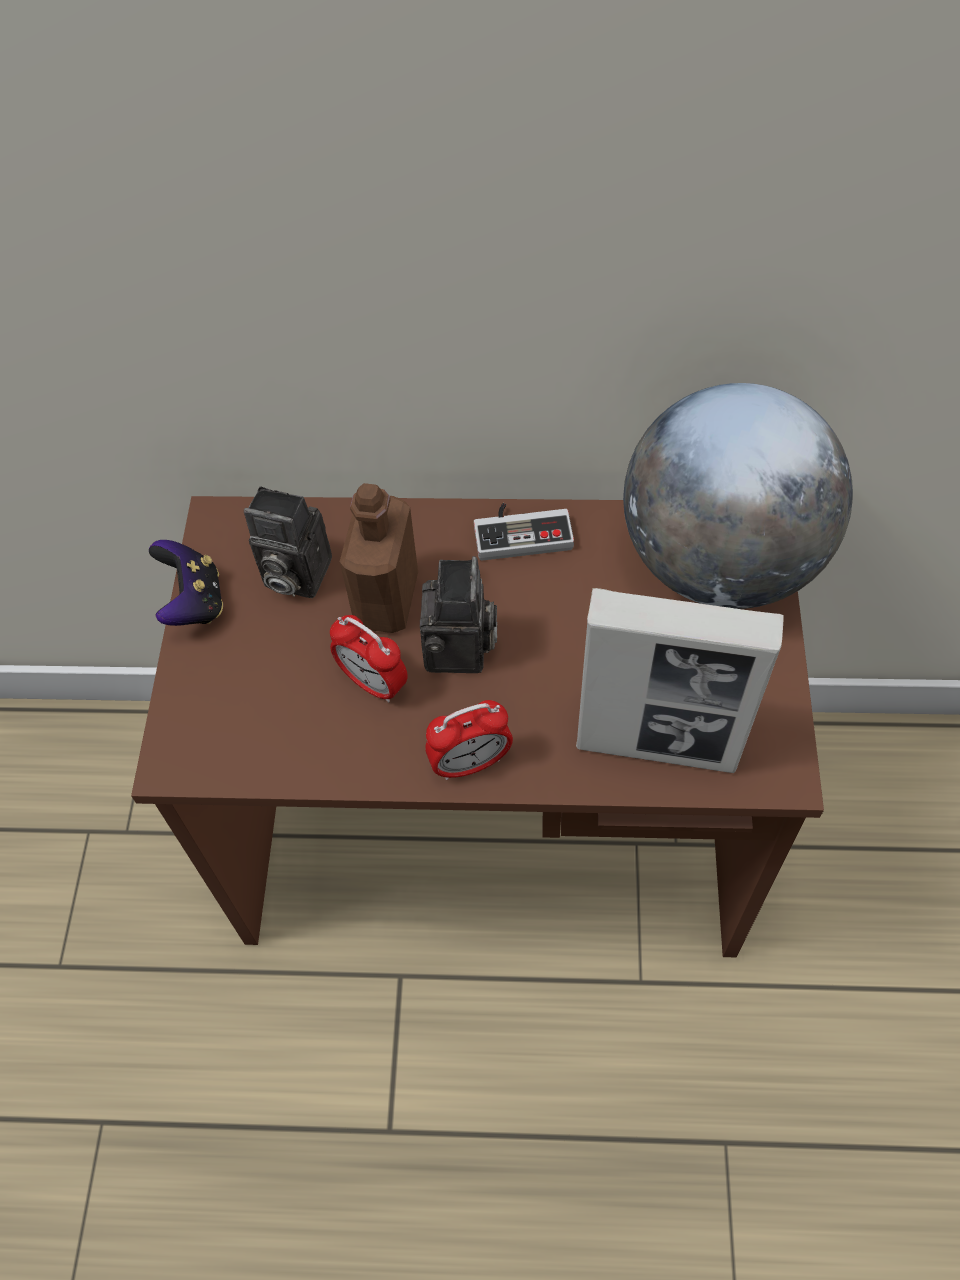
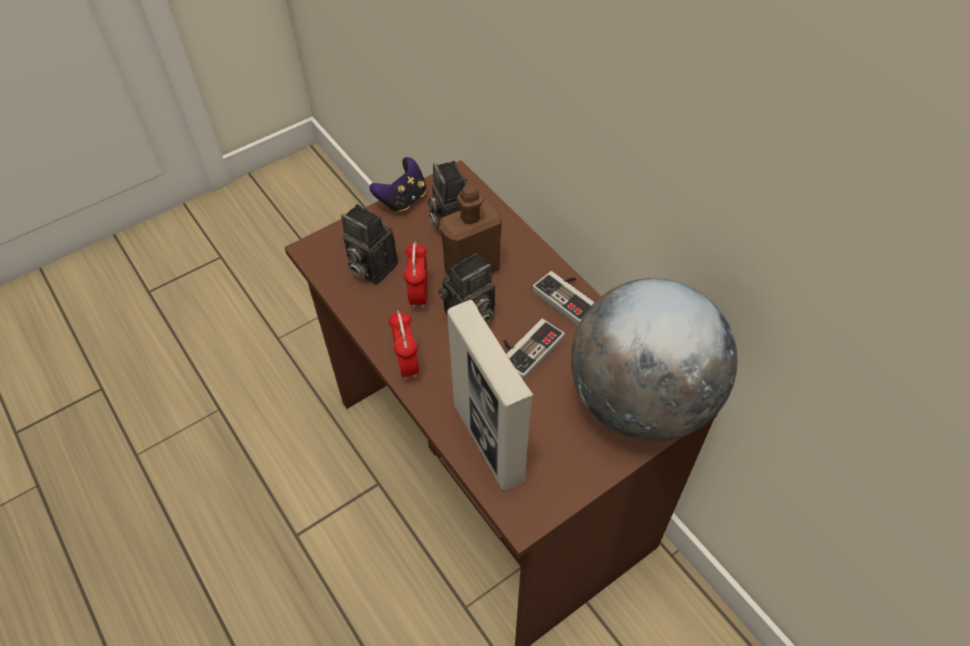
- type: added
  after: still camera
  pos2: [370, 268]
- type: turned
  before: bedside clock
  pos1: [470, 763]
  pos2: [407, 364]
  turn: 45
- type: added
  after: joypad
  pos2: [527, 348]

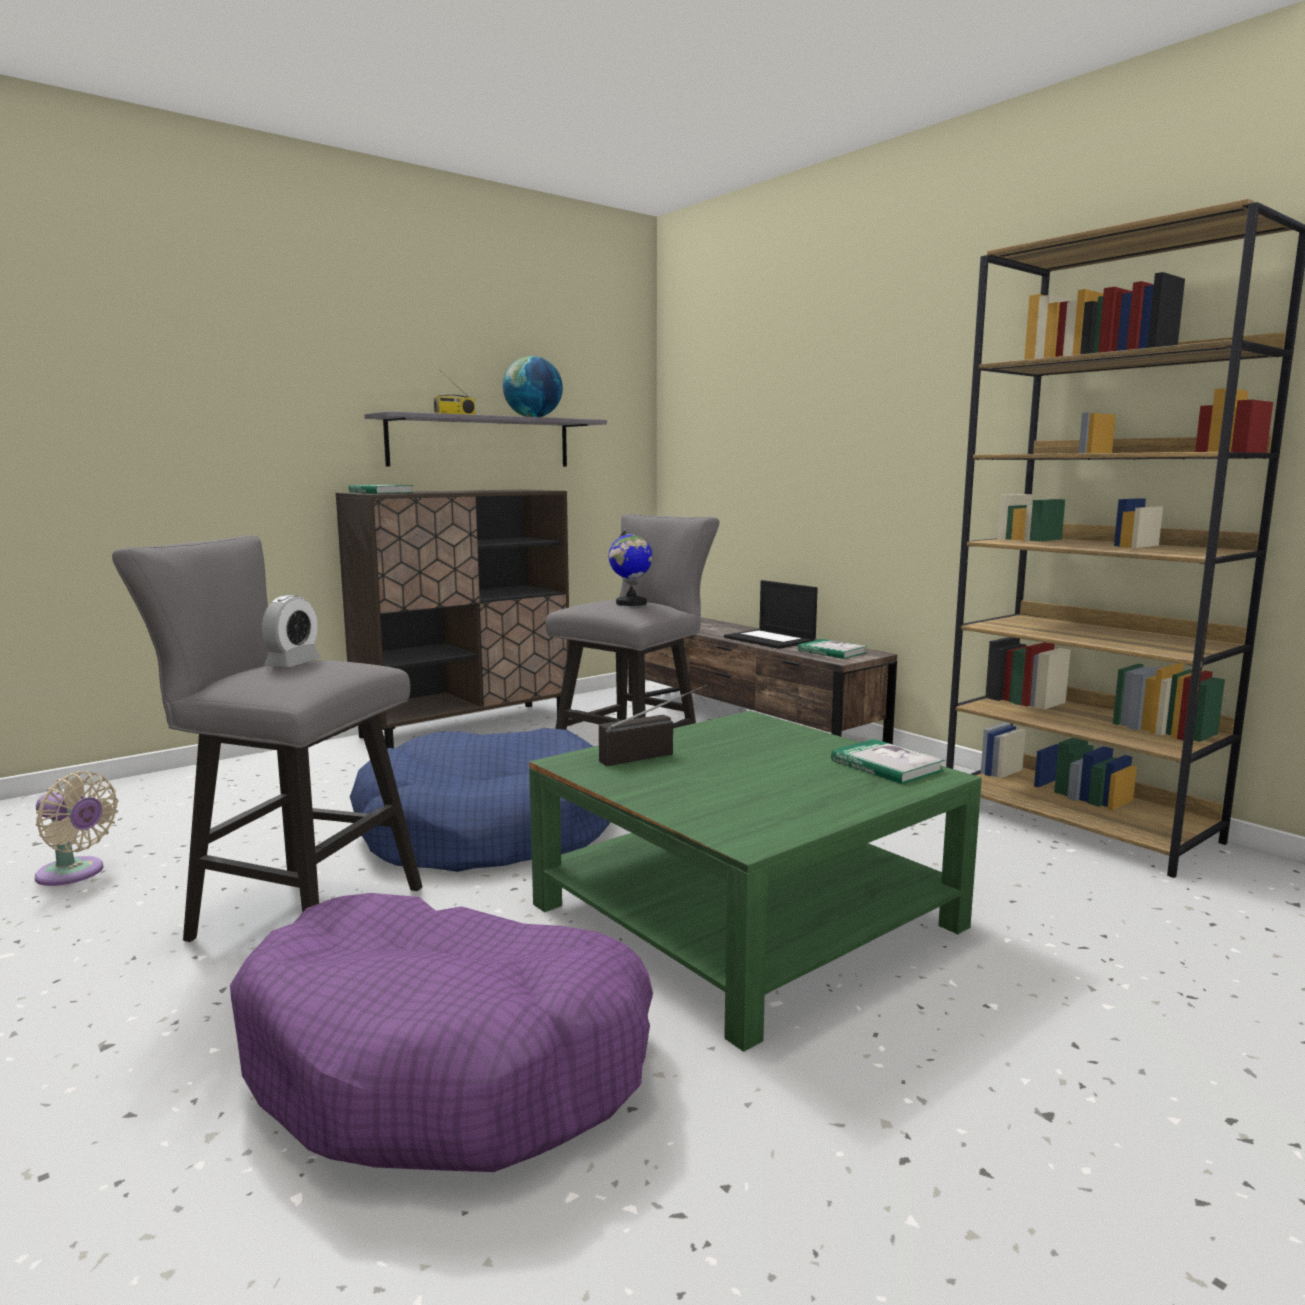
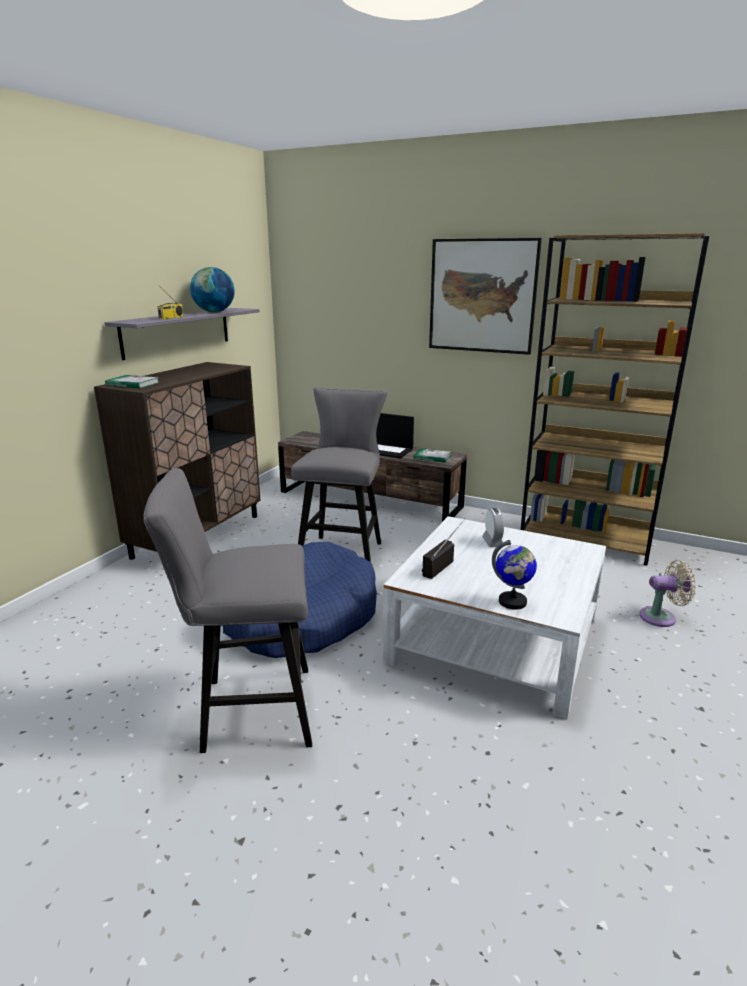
- type: recoloured
  before: green-coloured lounge table
  after: white lounge table
  pos1: [746, 915]
  pos2: [495, 638]
- type: added
  after: picture
  pos2: [482, 296]
- type: moved
  before: bedside clock
  pos1: [293, 663]
  pos2: [493, 542]
- type: moved
  before: world globe
  pos1: [631, 603]
  pos2: [512, 602]
- type: moved
  before: beige cooling fan
  pos1: [74, 874]
  pos2: [661, 617]
- type: removed
  before: purple pet bed
  pos1: [448, 1063]
- type: removed
  before: book
  pos1: [886, 766]

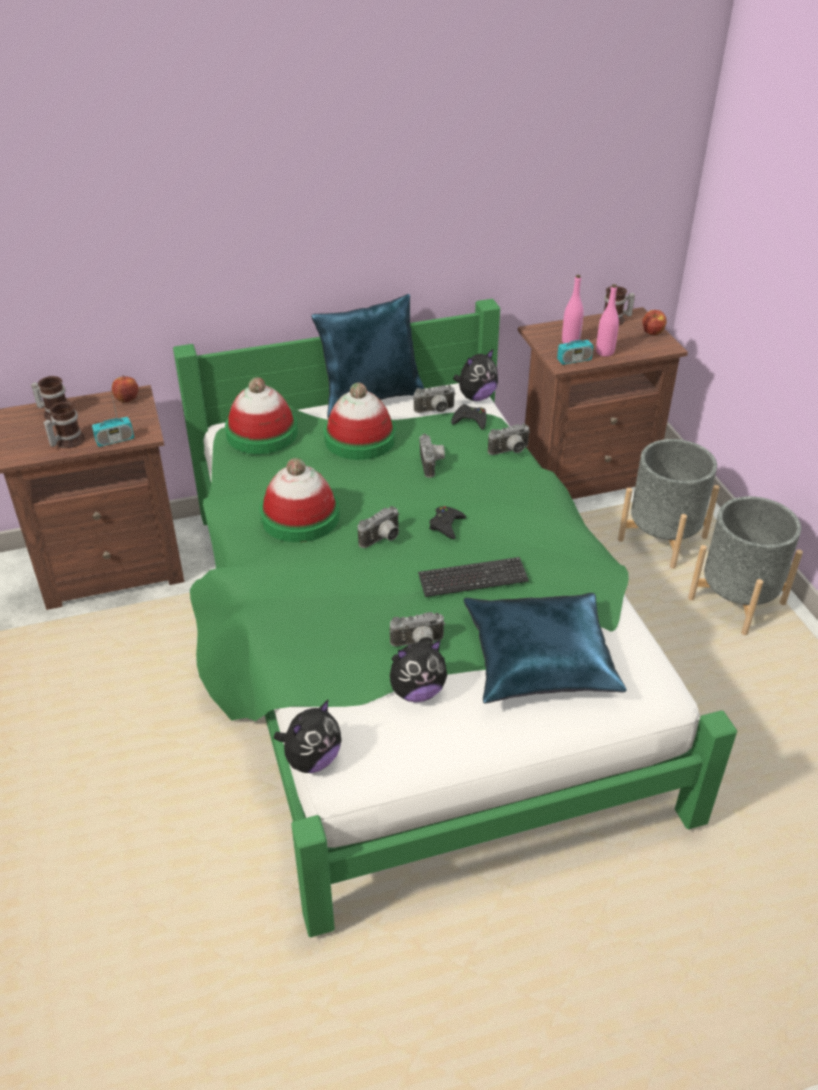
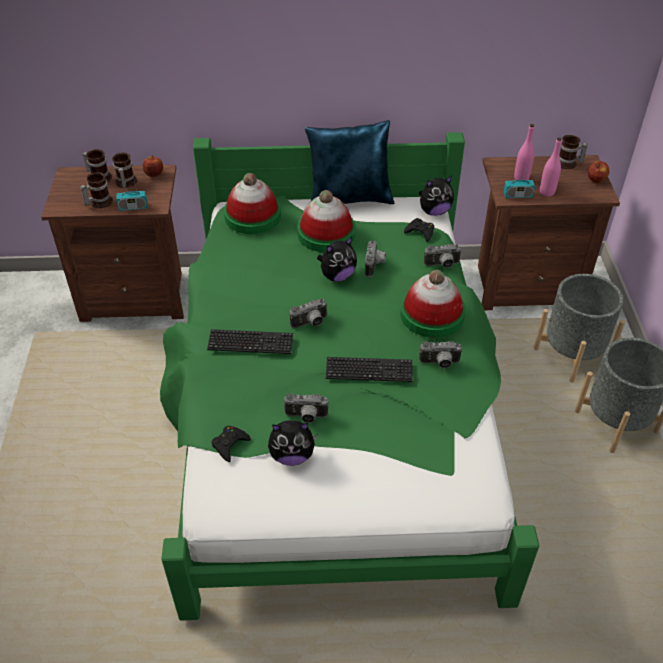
- type: added
  after: tea mug
  pos2: [125, 183]
- type: added
  after: keyboard
  pos2: [250, 343]
- type: moved
  before: blackish joypad
  pos1: [446, 525]
  pos2: [229, 445]
- type: moved
  before: soft toy
  pos1: [311, 759]
  pos2: [337, 276]
- type: moved
  before: clothing hat
  pos1: [300, 516]
  pos2: [432, 314]
- type: moved
  before: still camera
  pos1: [435, 411]
  pos2: [440, 364]
- type: removed
  before: bluish pillow
  pos1: [540, 660]

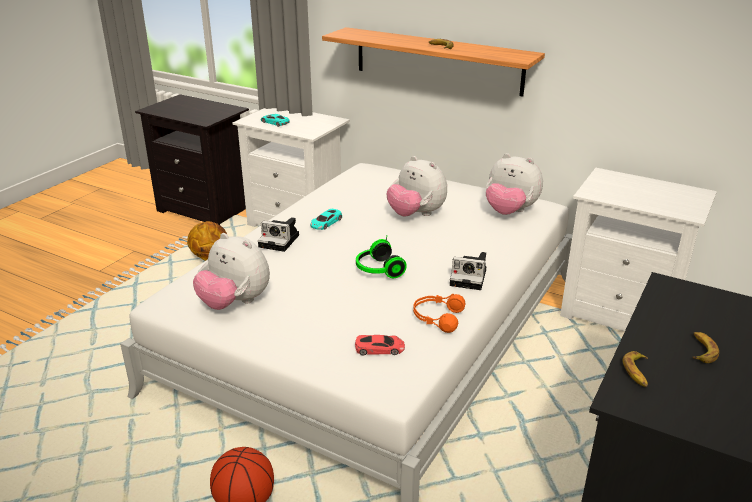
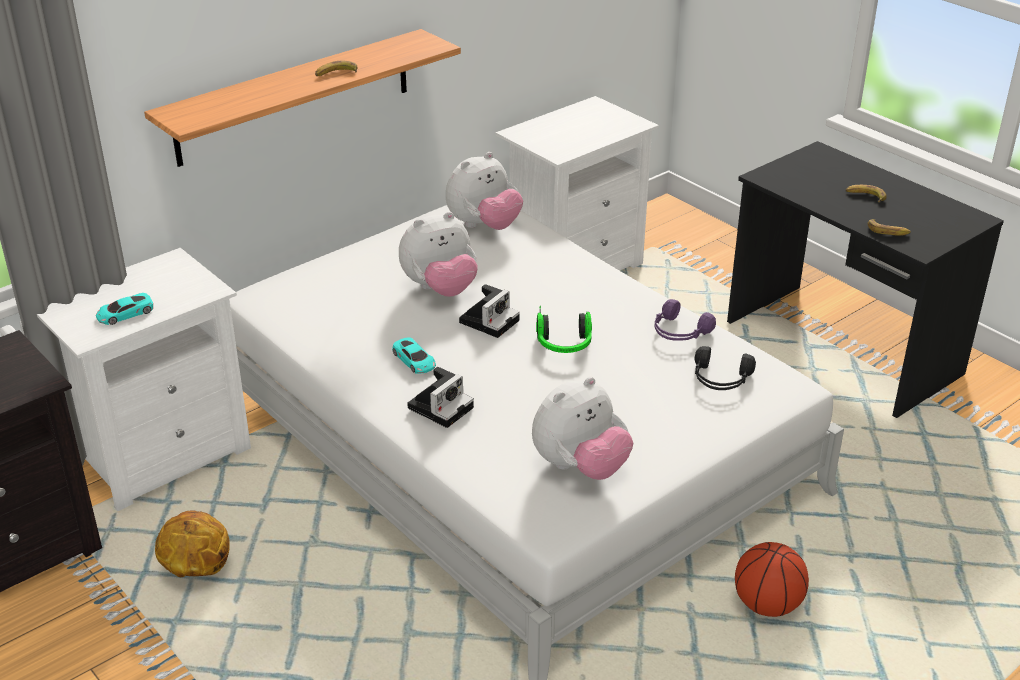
- type: moved
  before: still camera
  pos1: [470, 278]
  pos2: [489, 320]
- type: recoloured
  before: orange-coloured headset
  after: purple headset
  pos1: [437, 318]
  pos2: [679, 332]
- type: replaced
  before: red-coloured miniature car
  after: blackish headset
  pos1: [379, 348]
  pos2: [720, 379]

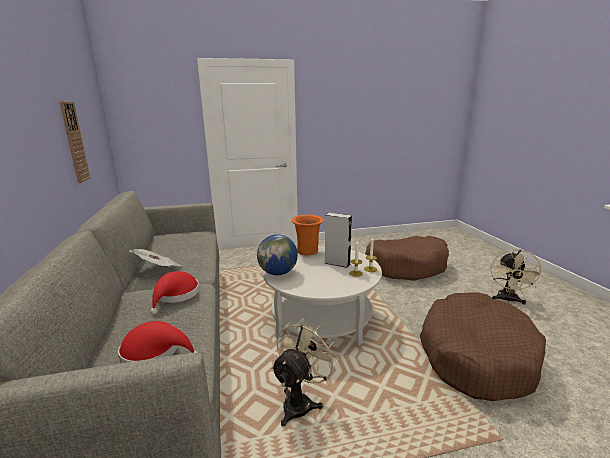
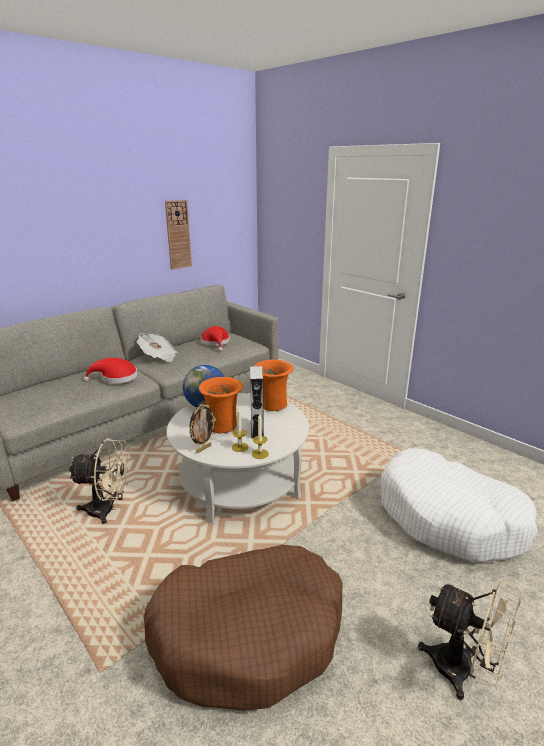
- type: added
  after: standing frame
  pos2: [203, 448]
- type: added
  after: orange-coloured flower vase
  pos2: [223, 427]
- type: moved
  before: red-coloured clothing hat
  pos1: [155, 352]
  pos2: [216, 343]
- type: recoloured
  before: brownish pet bed
  after: white pet bed
  pos1: [406, 266]
  pos2: [449, 517]
- type: turned
  before: beige cooling fan
  pos1: [508, 300]
  pos2: [462, 671]
  turn: -135

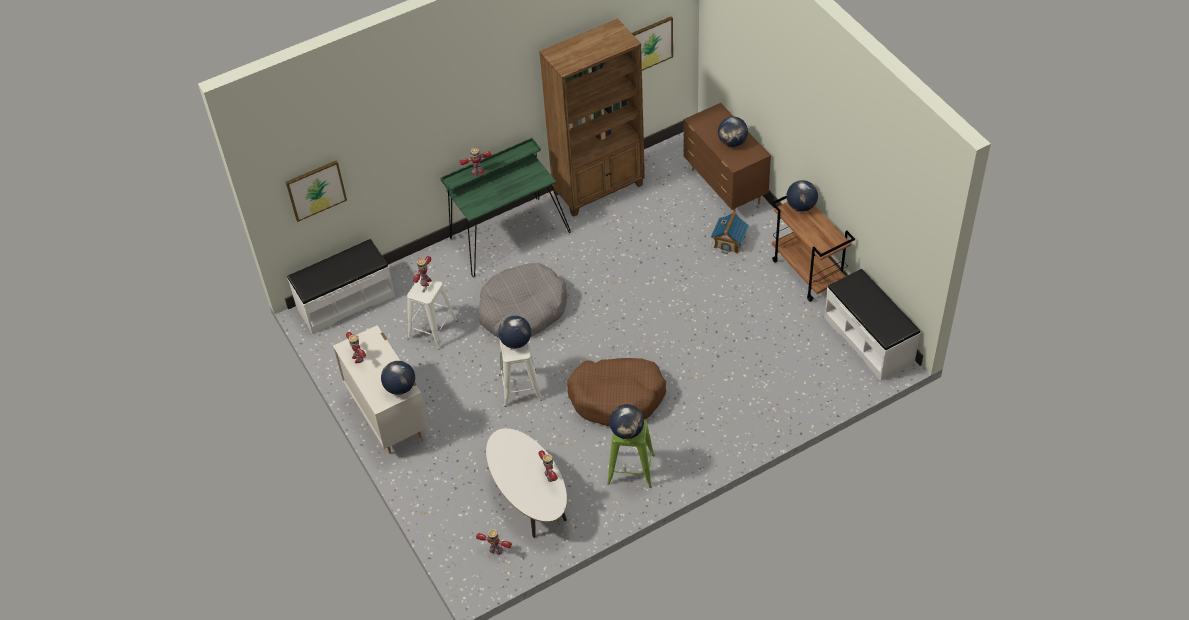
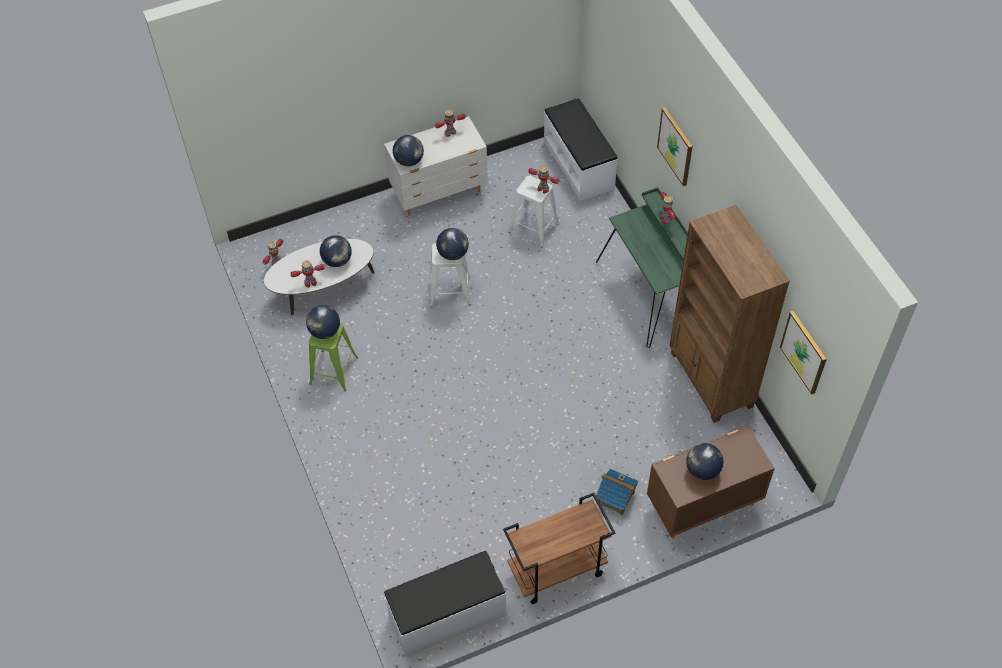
- type: moved
  before: world globe
  pos1: [801, 206]
  pos2: [337, 260]
- type: moved
  before: picture
  pos1: [316, 190]
  pos2: [675, 146]
- type: removed
  before: gray pet bed
  pos1: [522, 310]
- type: removed
  before: brownish pet bed
  pos1: [617, 397]

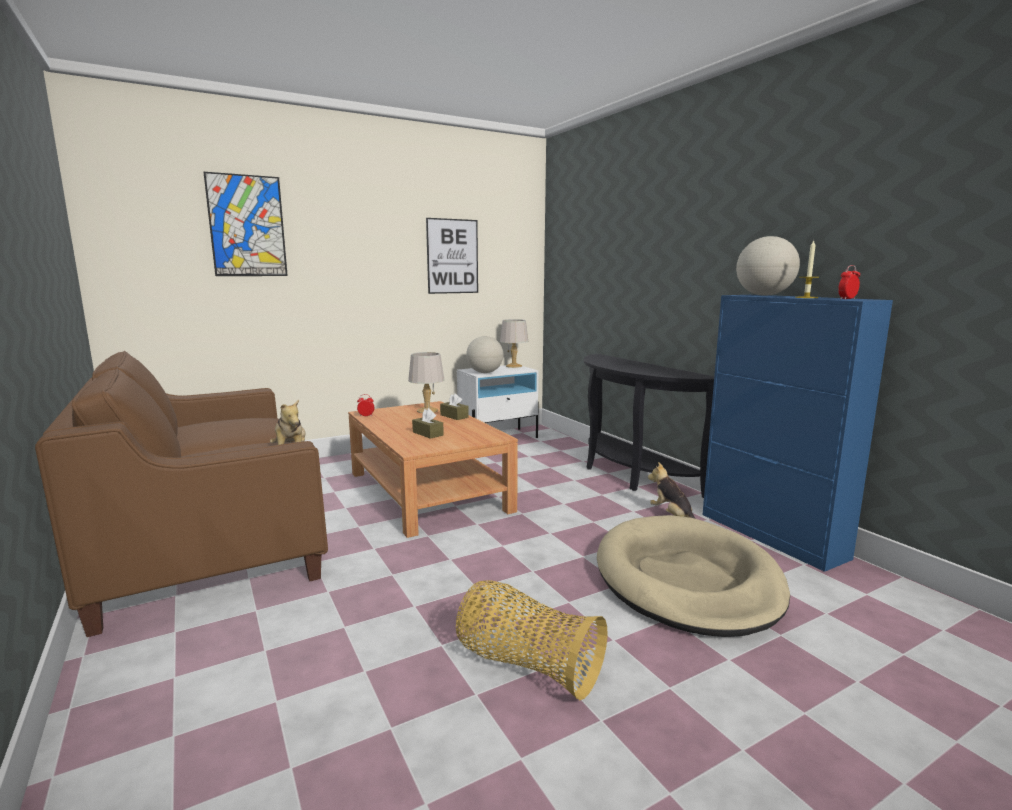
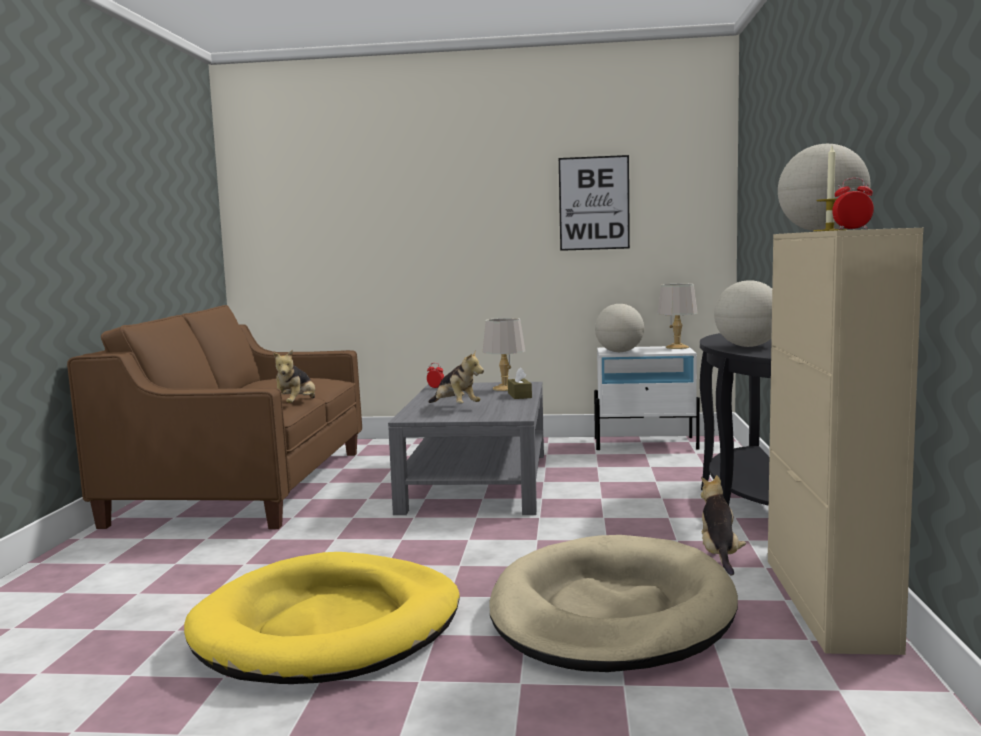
- type: replaced
  before: storage basket
  after: yellowish pet bed
  pos1: [526, 665]
  pos2: [329, 627]
- type: recoloured
  before: brownish lounge table
  after: gray lounge table
  pos1: [427, 491]
  pos2: [476, 481]
- type: replaced
  before: brownish box of tissues
  after: soft toy
  pos1: [428, 433]
  pos2: [455, 407]
- type: added
  after: world globe
  pos2: [748, 346]
- type: recoloured
  before: bluish cabinet
  after: beige cabinet
  pos1: [771, 536]
  pos2: [827, 602]
- type: removed
  before: picture
  pos1: [247, 226]

